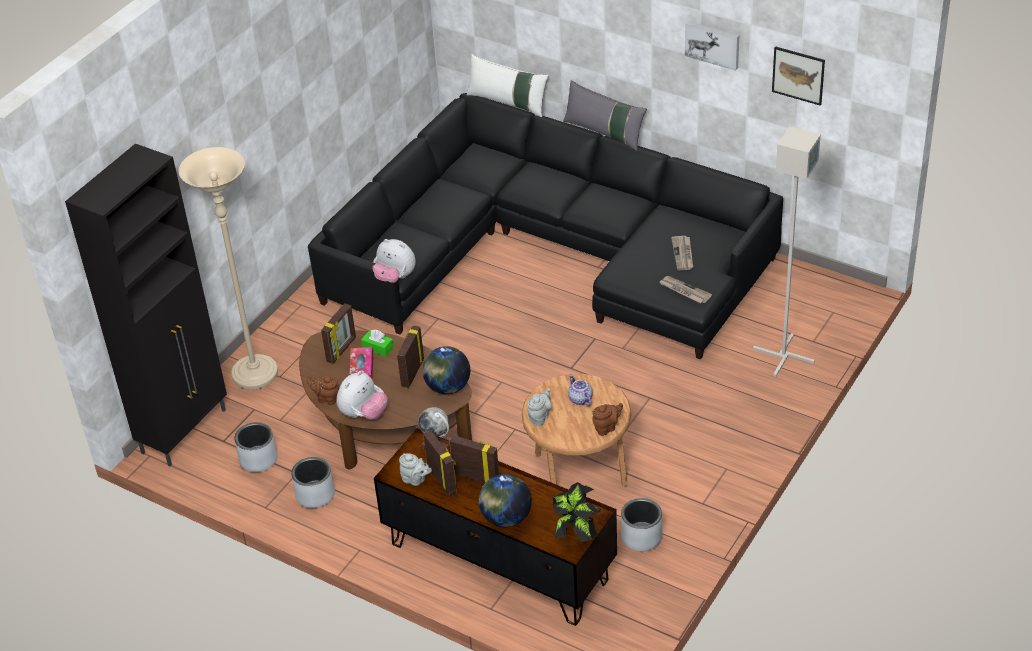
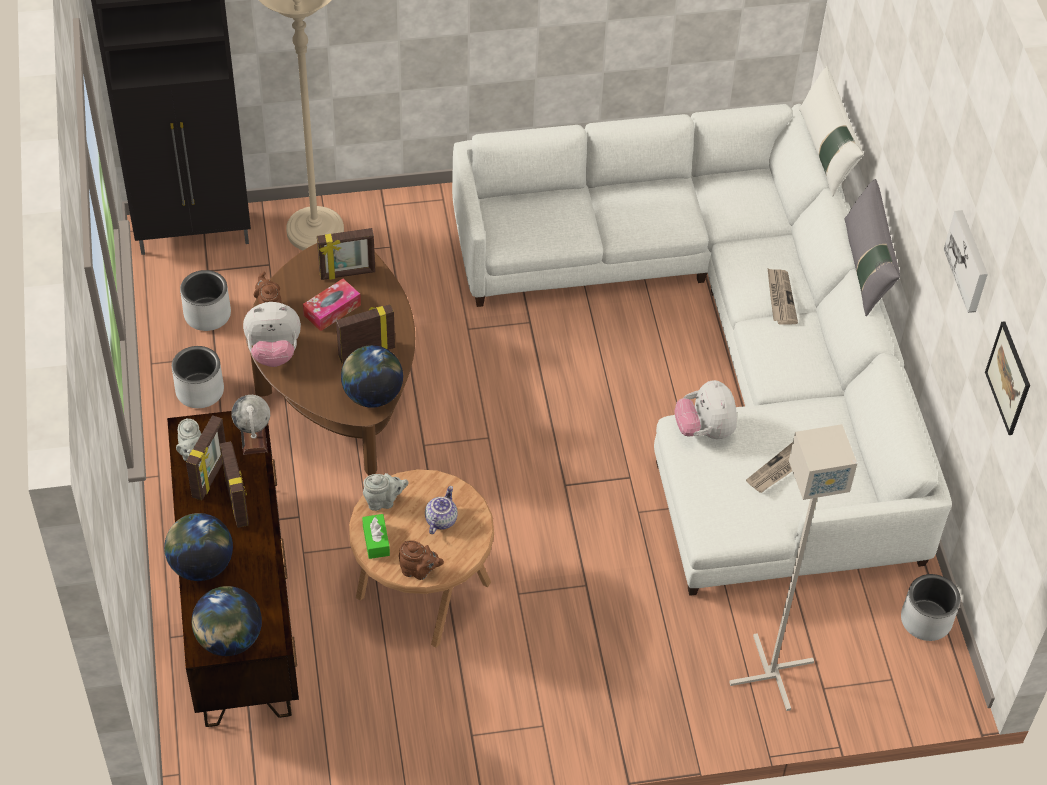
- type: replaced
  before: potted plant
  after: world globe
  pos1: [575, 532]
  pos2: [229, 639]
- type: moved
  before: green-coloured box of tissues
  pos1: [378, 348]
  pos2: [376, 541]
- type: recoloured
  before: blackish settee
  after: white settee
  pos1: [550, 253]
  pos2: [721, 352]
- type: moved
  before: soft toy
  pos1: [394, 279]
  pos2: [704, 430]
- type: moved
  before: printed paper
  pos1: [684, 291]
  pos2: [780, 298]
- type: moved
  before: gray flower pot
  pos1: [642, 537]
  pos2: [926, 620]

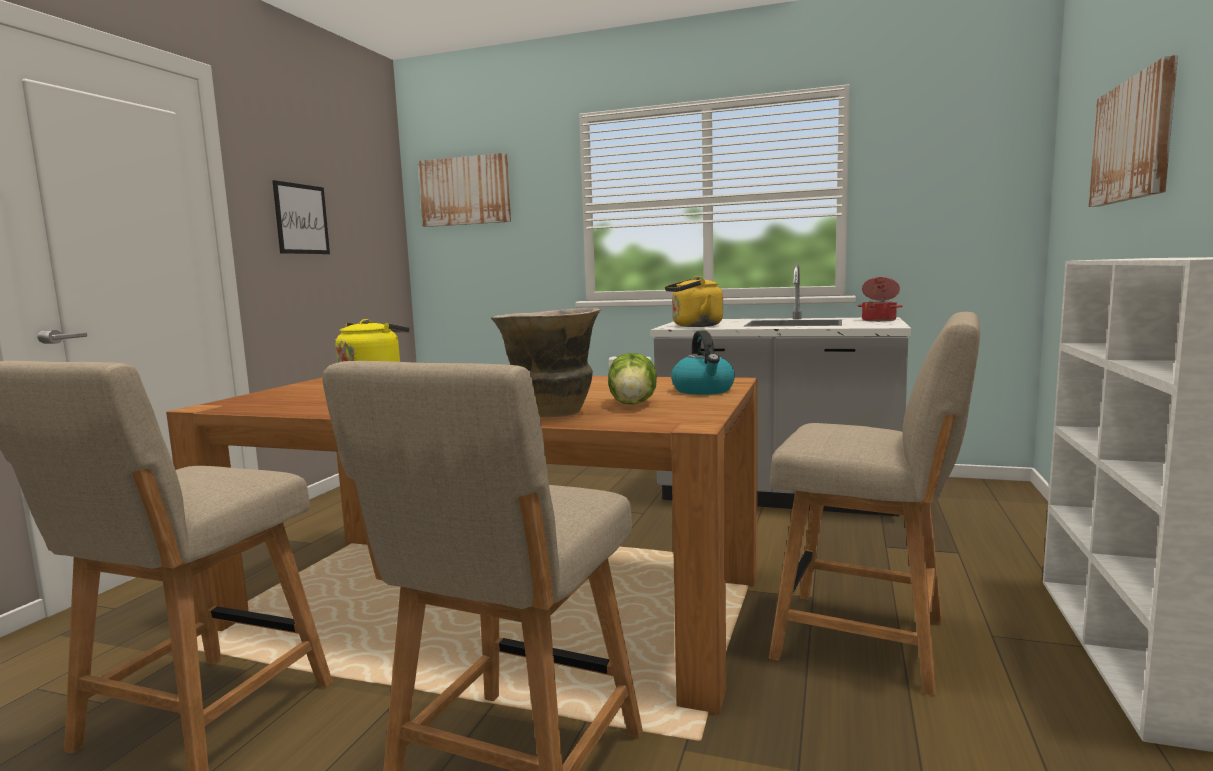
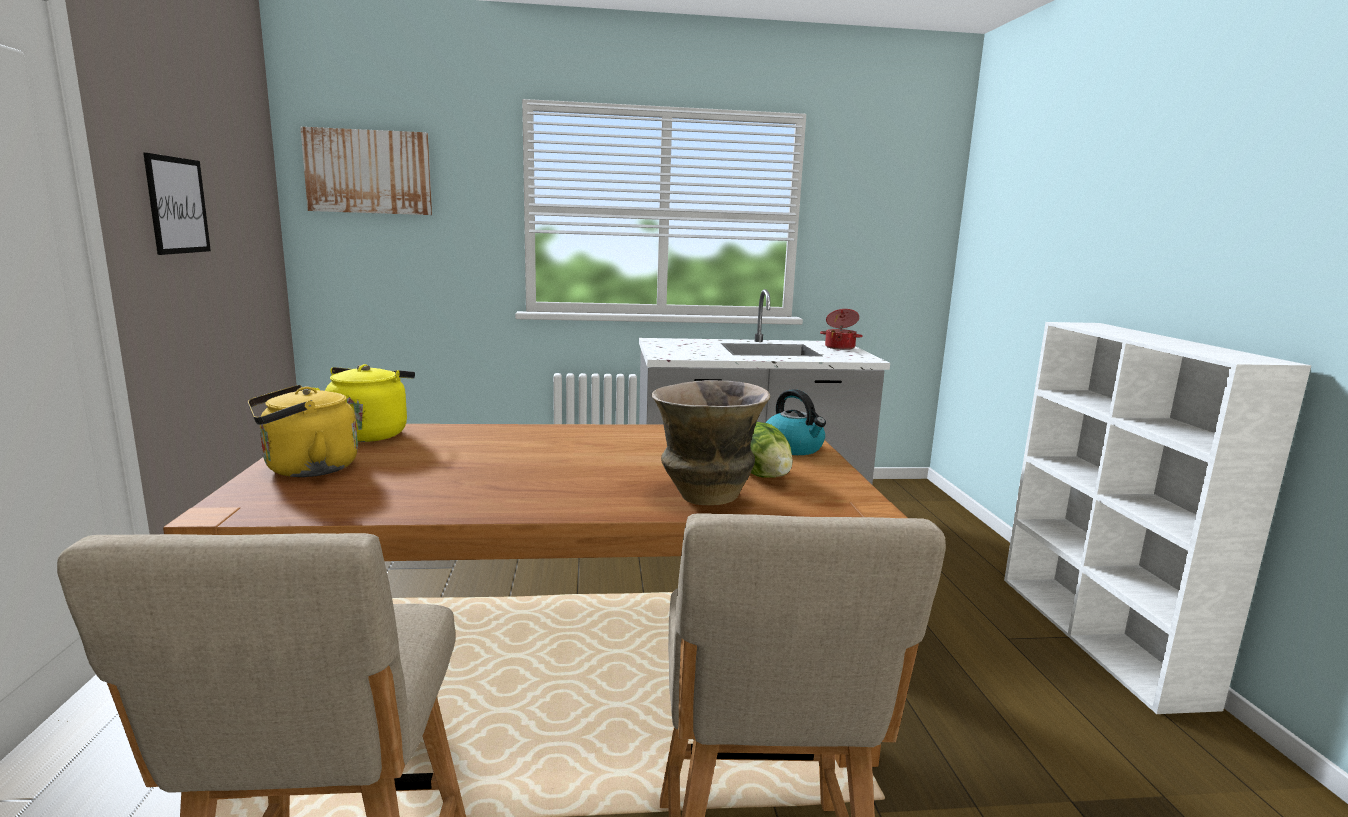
- type: moved
  before: yellowish water kettle
  pos1: [694, 326]
  pos2: [306, 469]
- type: removed
  before: beige chair
  pos1: [870, 641]
- type: removed
  before: picture
  pos1: [1133, 140]

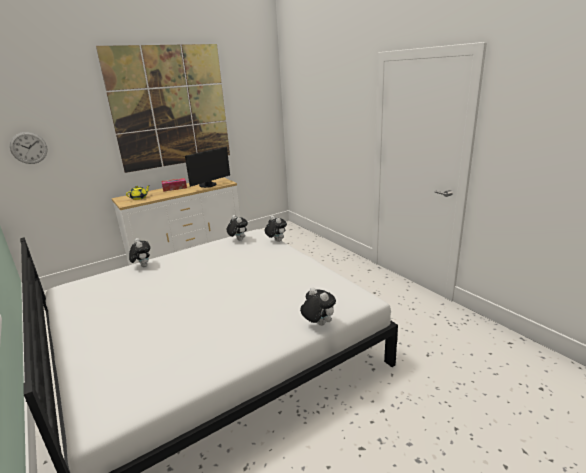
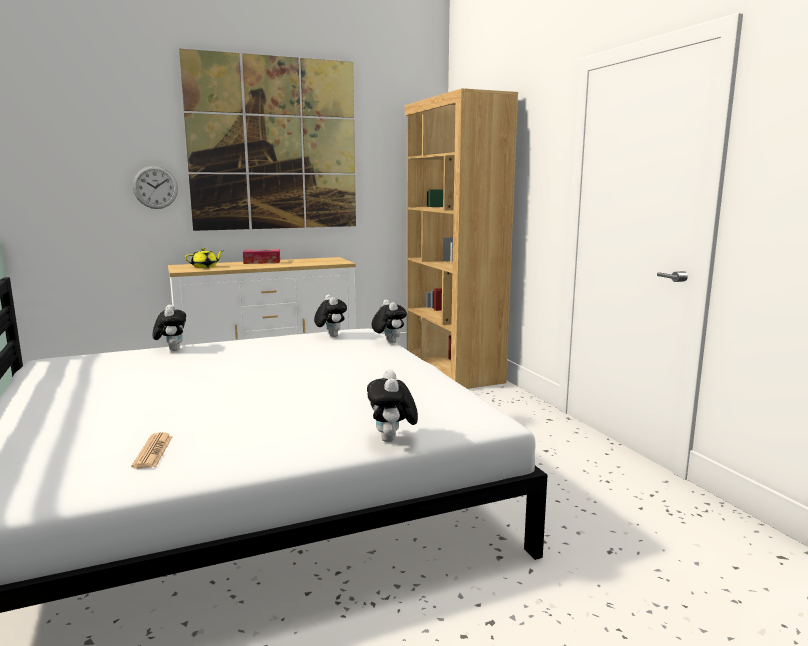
- type: added
  after: printed paper
  pos2: [153, 451]
- type: moved
  before: hanging clock
  pos1: [29, 148]
  pos2: [155, 187]
- type: turned
  before: soft toy
  pos1: [318, 324]
  pos2: [392, 440]
  turn: -150
- type: added
  after: brownish bookshelf
  pos2: [452, 368]
- type: removed
  before: computer display
  pos1: [209, 185]

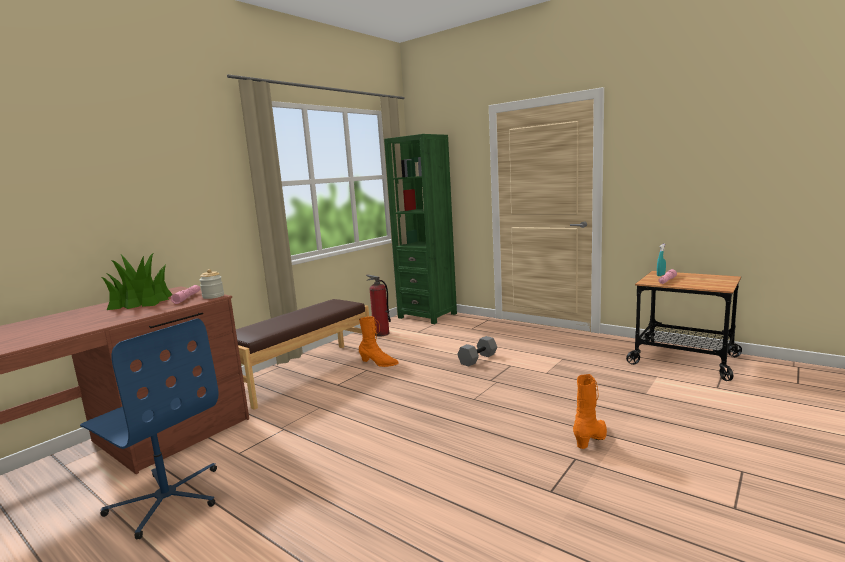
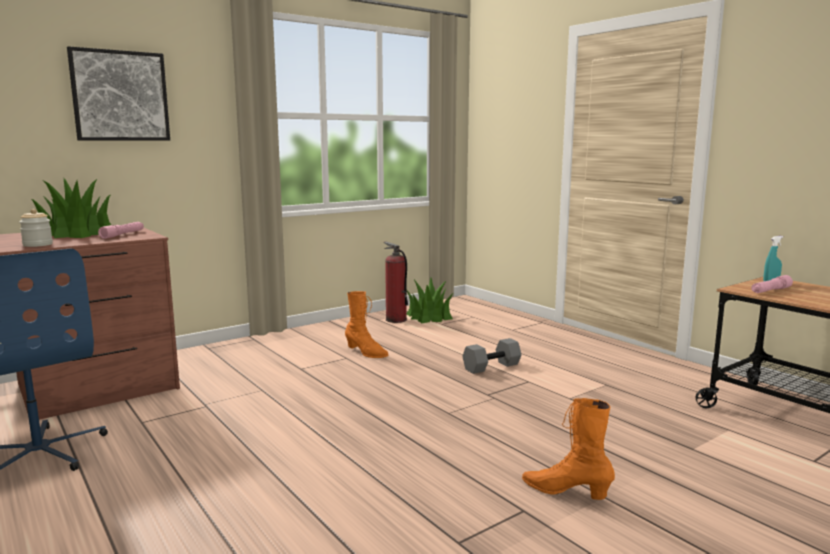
- type: moved
  before: jar
  pos1: [213, 296]
  pos2: [38, 245]
- type: added
  after: picture
  pos2: [120, 96]
- type: added
  after: potted plant
  pos2: [429, 316]
- type: turned
  before: orange-coloured boot
  pos1: [591, 439]
  pos2: [566, 491]
  turn: -120
- type: removed
  before: brownish indoor bench
  pos1: [303, 373]
- type: removed
  before: green-coloured bookshelf
  pos1: [427, 315]

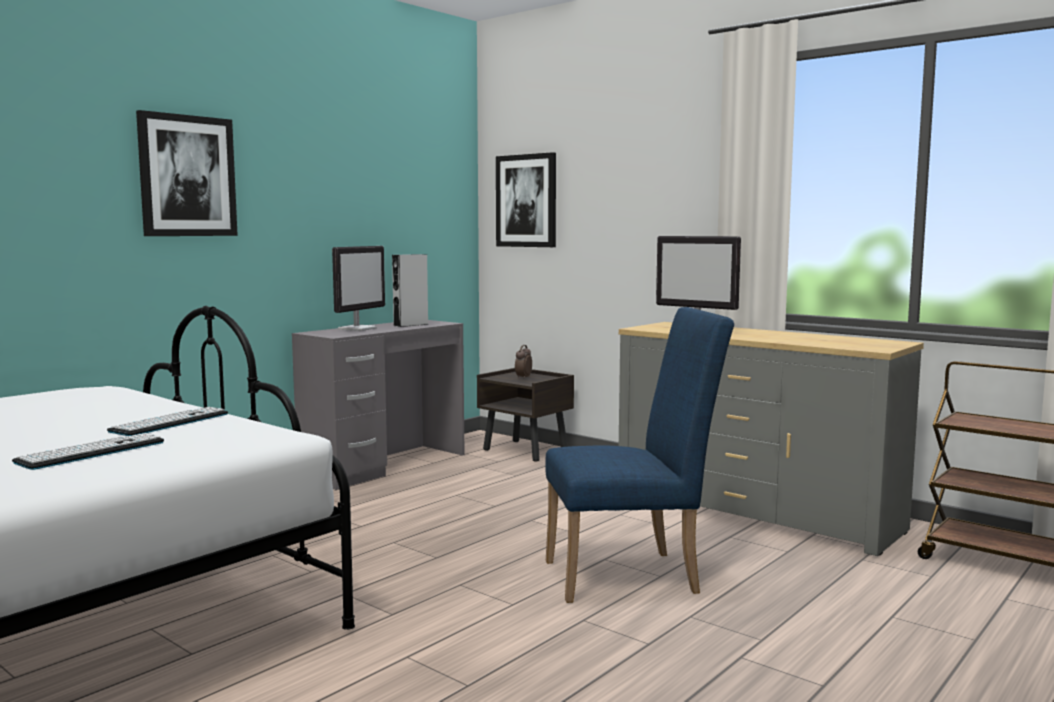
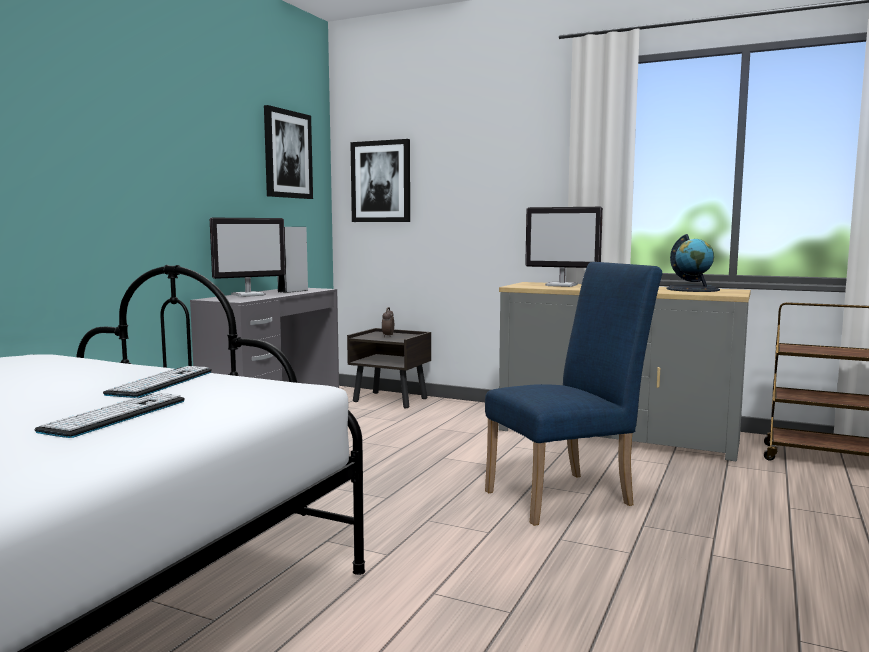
- type: turned
  before: computer display
  pos1: [357, 329]
  pos2: [249, 295]
  turn: 45
- type: moved
  before: picture
  pos1: [187, 176]
  pos2: [287, 154]
- type: added
  after: world globe
  pos2: [693, 289]

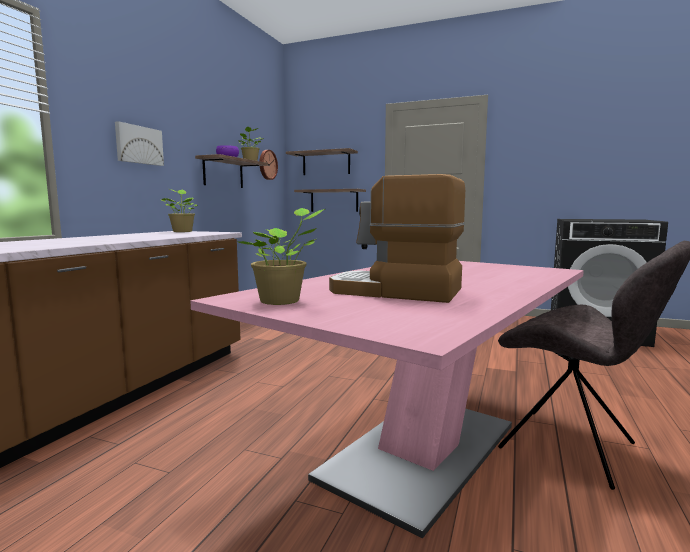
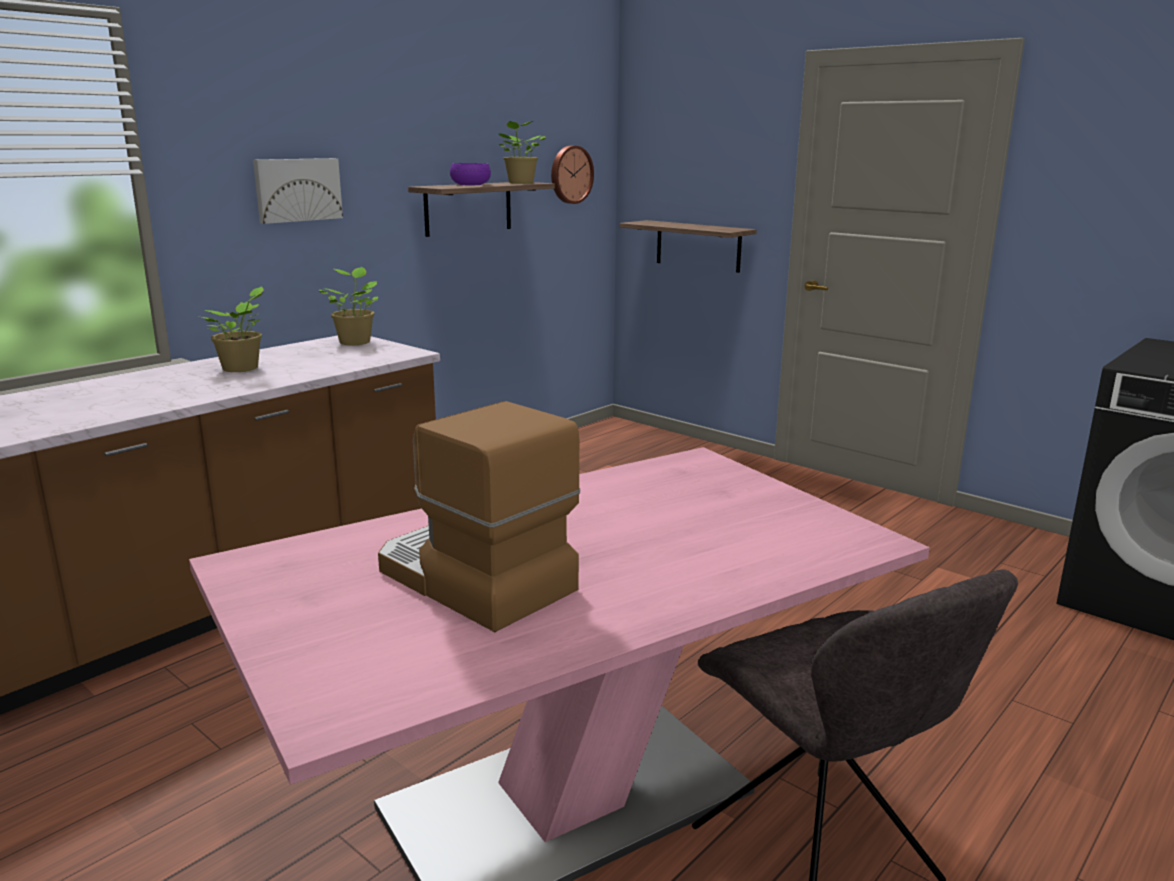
- type: moved
  before: potted plant
  pos1: [283, 301]
  pos2: [243, 368]
- type: removed
  before: bracket shelf
  pos1: [326, 163]

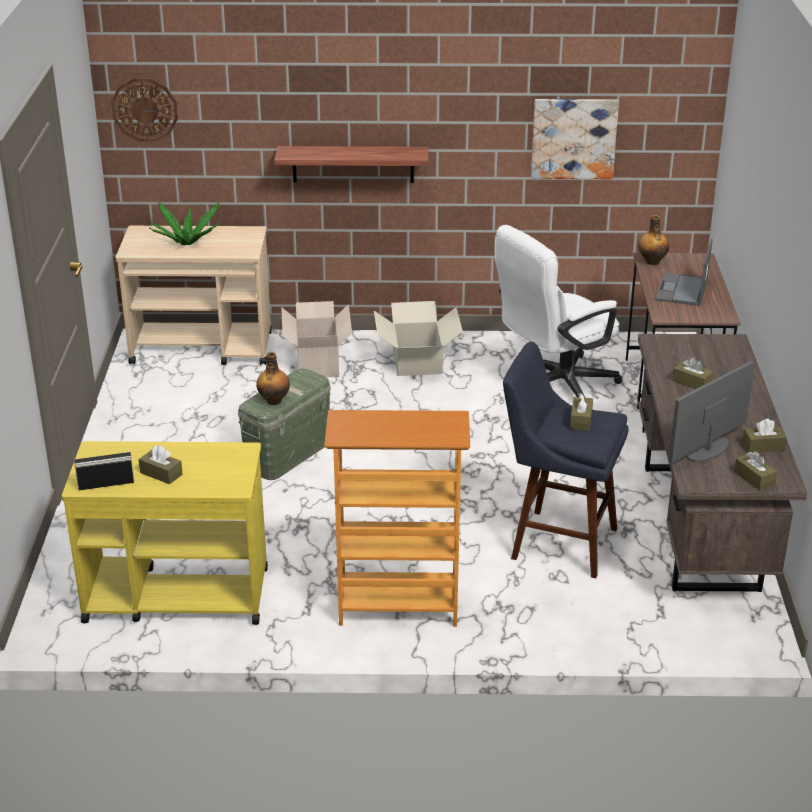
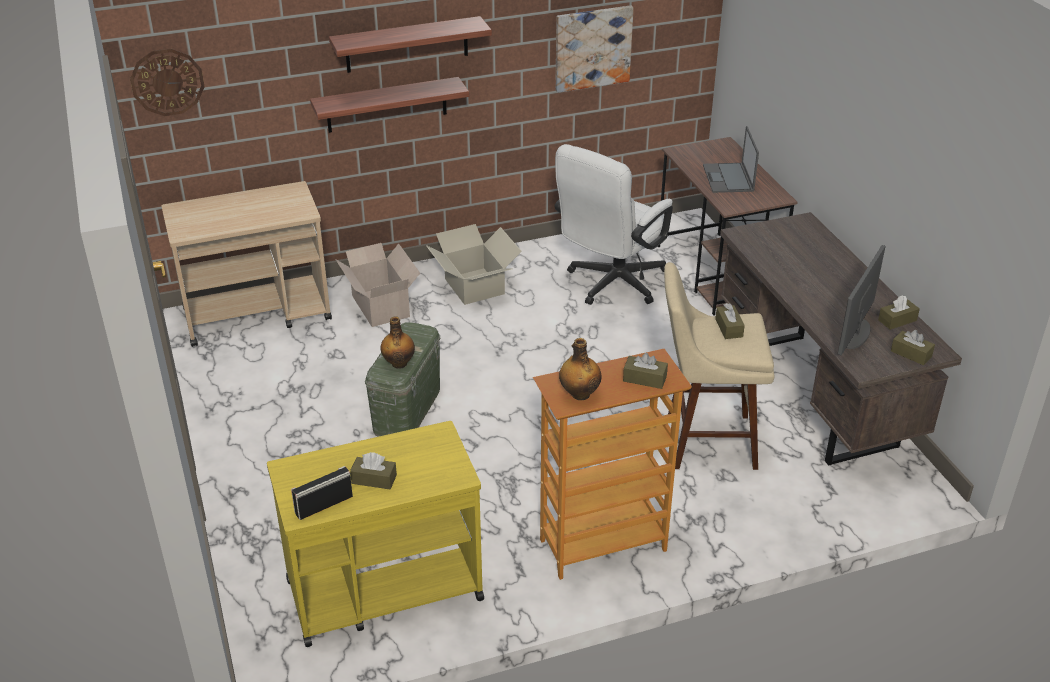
- type: added
  after: bracket shelf
  pos2: [407, 44]
- type: moved
  before: drink bottle
  pos1: [652, 261]
  pos2: [579, 394]
- type: moved
  before: brownish box of tissues
  pos1: [691, 382]
  pos2: [644, 379]
- type: recoloured
  before: bluish stool
  after: beige stool
  pos1: [557, 541]
  pos2: [703, 441]
- type: removed
  before: potted plant
  pos1: [187, 243]

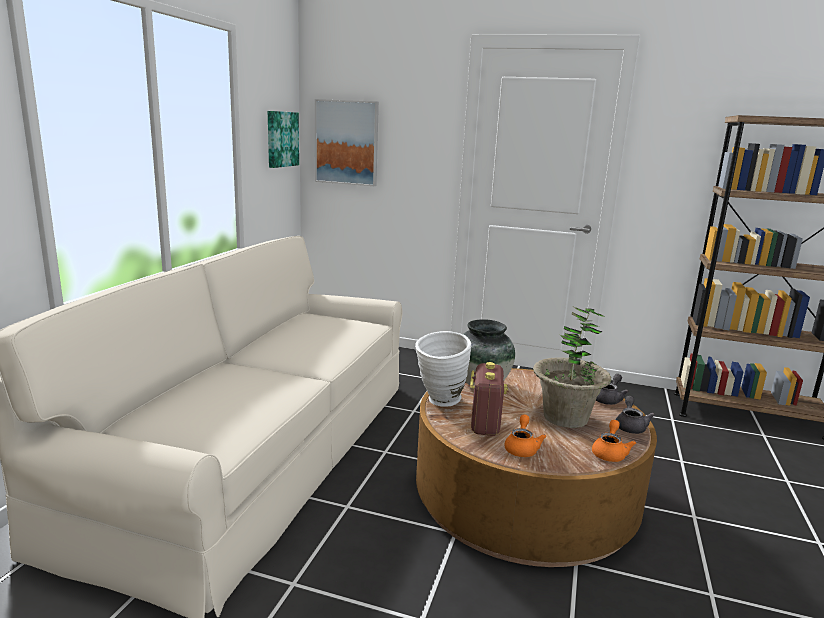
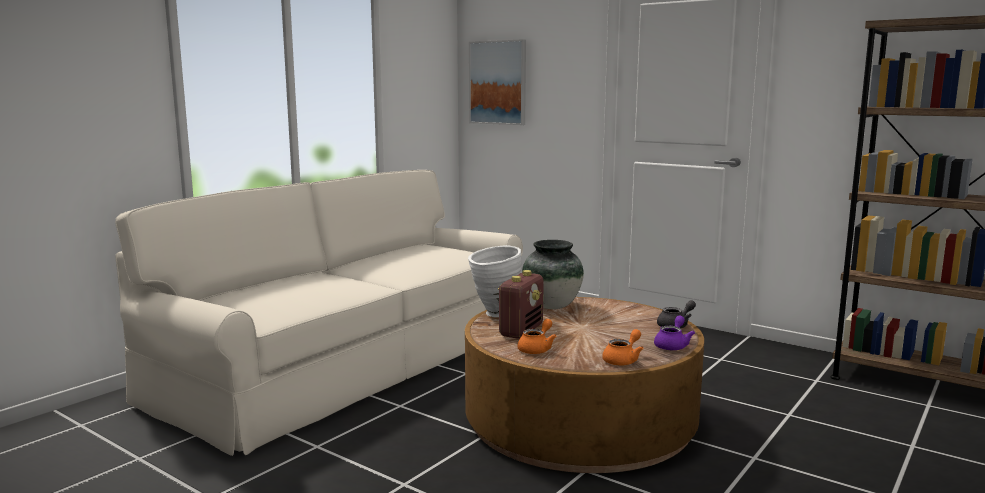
- type: recoloured
  before: gray pot for tea
  after: purple pot for tea
  pos1: [630, 426]
  pos2: [672, 345]
- type: removed
  before: picture
  pos1: [281, 139]
- type: removed
  before: potted plant
  pos1: [565, 417]

